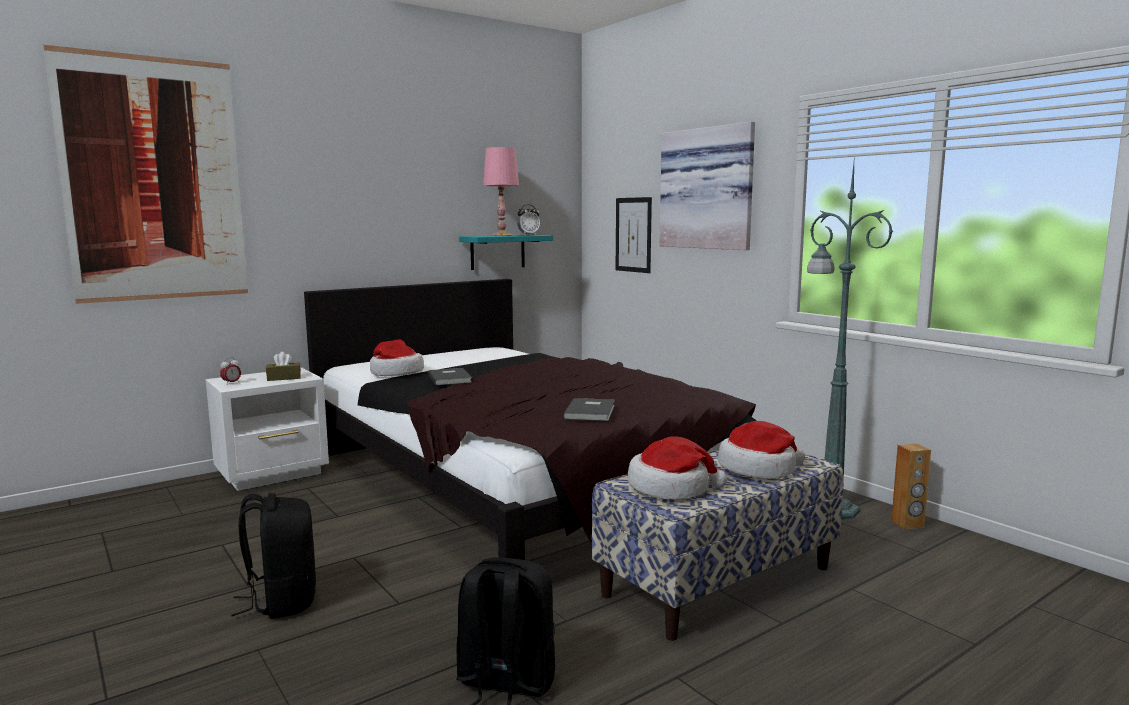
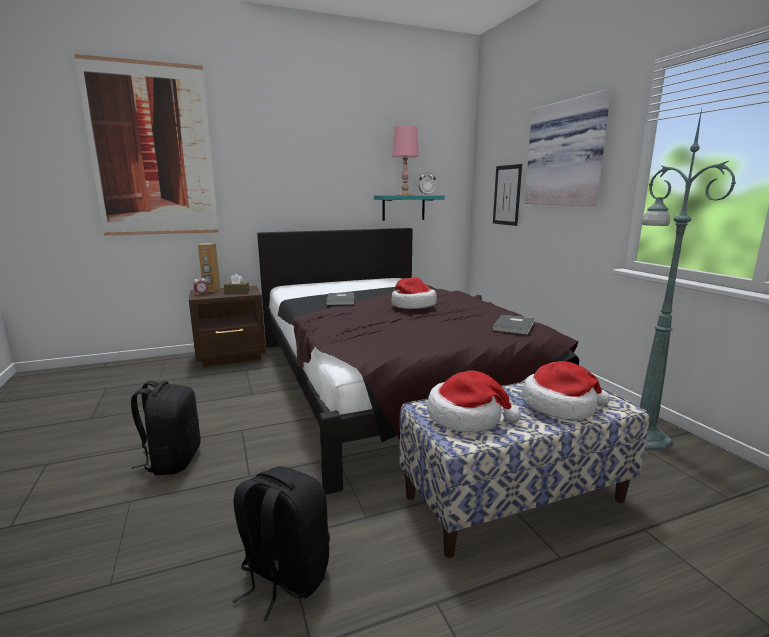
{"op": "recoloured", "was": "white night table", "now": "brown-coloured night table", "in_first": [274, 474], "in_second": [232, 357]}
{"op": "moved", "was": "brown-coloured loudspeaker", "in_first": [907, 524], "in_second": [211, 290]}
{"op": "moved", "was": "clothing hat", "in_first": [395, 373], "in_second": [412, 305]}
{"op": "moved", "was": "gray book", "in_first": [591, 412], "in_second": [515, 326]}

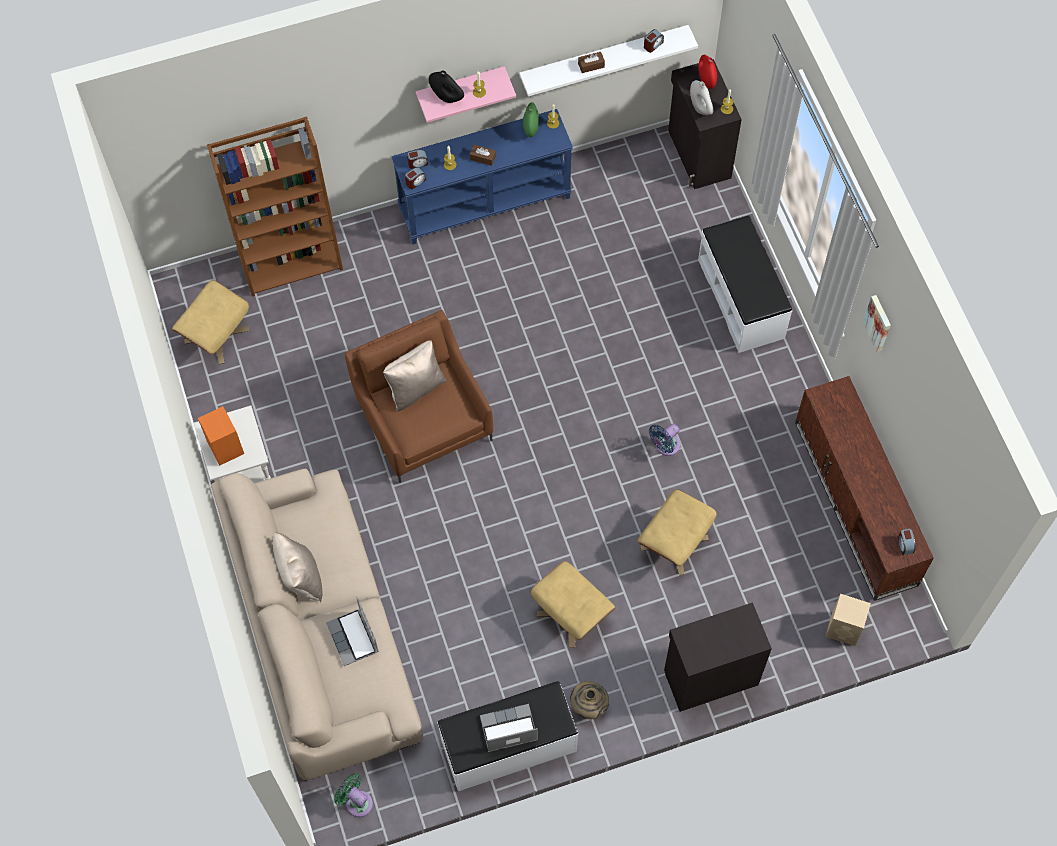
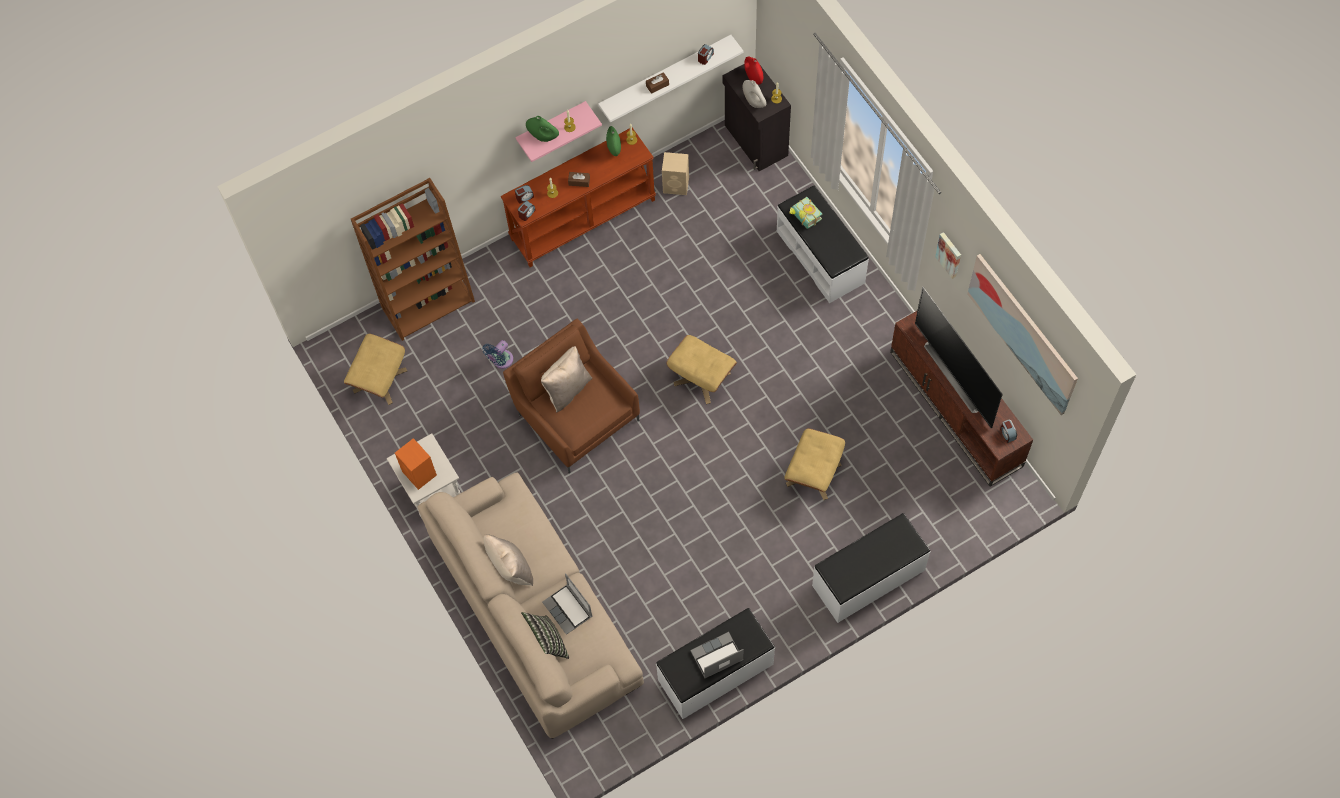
{"op": "moved", "was": "blue fan", "in_first": [665, 446], "in_second": [501, 361]}
{"op": "recoloured", "was": "blue console table", "now": "brown-coloured console table", "in_first": [485, 202], "in_second": [583, 218]}
{"op": "added", "now": "pillow", "in_second": [546, 642]}
{"op": "recoloured", "was": "blackish decorative vase", "now": "greenish decorative vase", "in_first": [447, 97], "in_second": [543, 137]}
{"op": "moved", "was": "beige-coloured loudspeaker", "in_first": [844, 629], "in_second": [676, 185]}
{"op": "moved", "was": "beige-coloured pouffe", "in_first": [571, 614], "in_second": [701, 378]}
{"op": "added", "now": "book", "in_second": [803, 218]}
{"op": "replaced", "was": "blackish storage cabinet", "now": "white indoor bench", "in_first": [709, 676], "in_second": [869, 578]}
{"op": "added", "now": "TV", "in_second": [957, 374]}
{"op": "added", "now": "picture", "in_second": [1022, 333]}
{"op": "removed", "was": "greenish fan", "in_first": [357, 802]}
{"op": "removed", "was": "beige-coloured decorative vase", "in_first": [588, 706]}

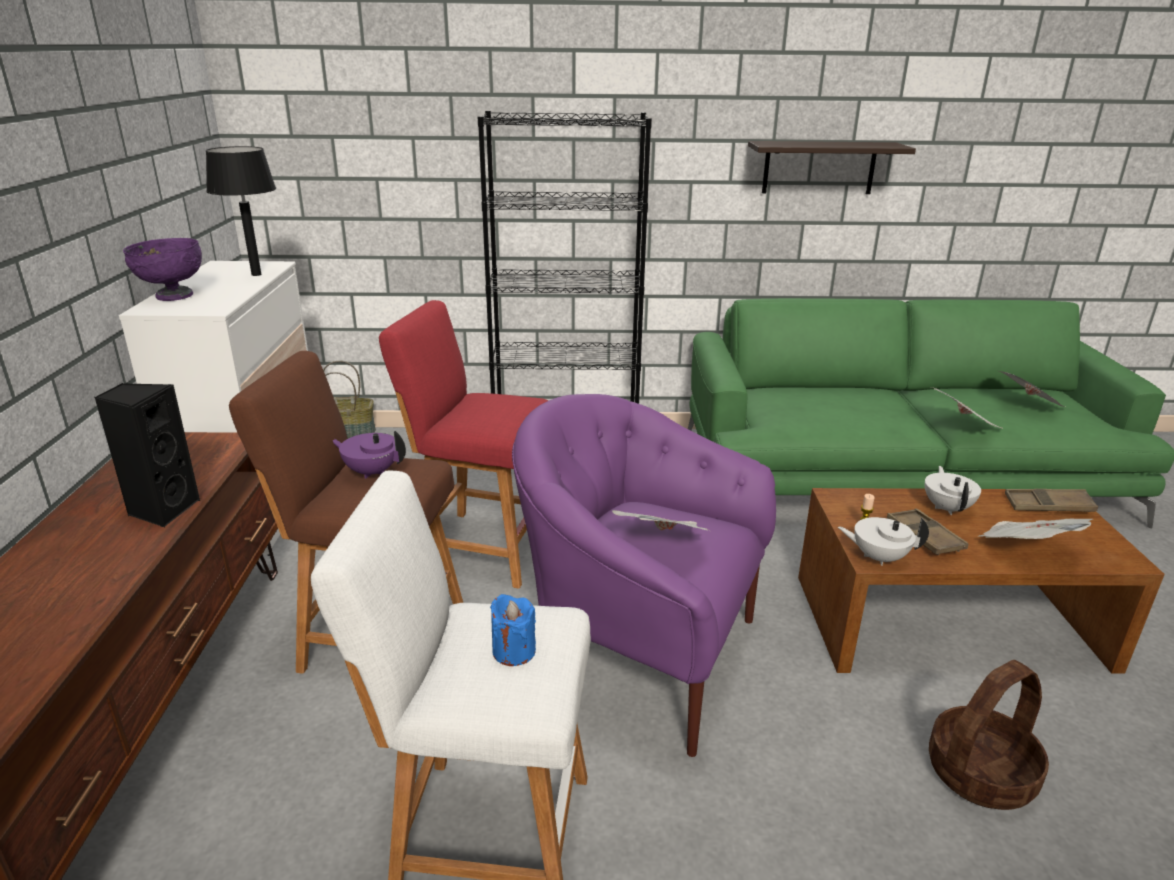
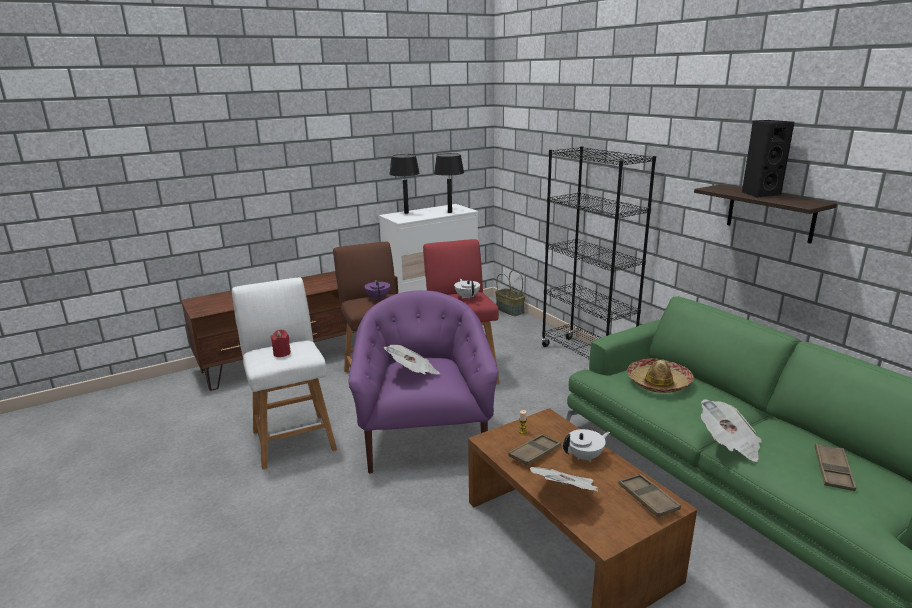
{"op": "recoloured", "was": "blue wax light", "now": "red wax light", "in_first": [514, 651], "in_second": [282, 353]}
{"op": "replaced", "was": "purplish serving bowl", "now": "blackish lamp for a table", "in_first": [173, 296], "in_second": [406, 213]}
{"op": "moved", "was": "white teapot", "in_first": [878, 557], "in_second": [467, 297]}
{"op": "added", "now": "clothing hat", "in_second": [658, 383]}
{"op": "moved", "was": "blackish loudspeaker", "in_first": [162, 510], "in_second": [759, 194]}
{"op": "replaced", "was": "newspaper", "now": "brown-coloured serving tray", "in_first": [1029, 406], "in_second": [833, 471]}
{"op": "removed", "was": "basket", "in_first": [980, 774]}

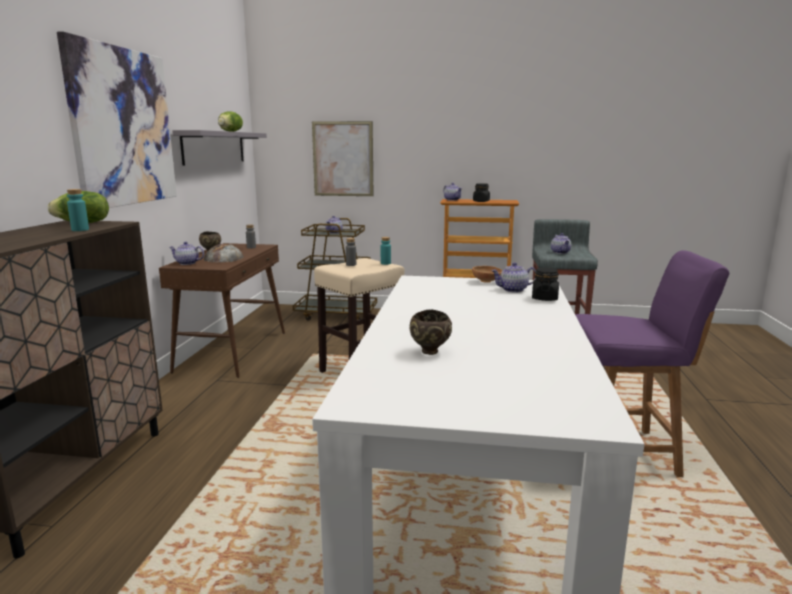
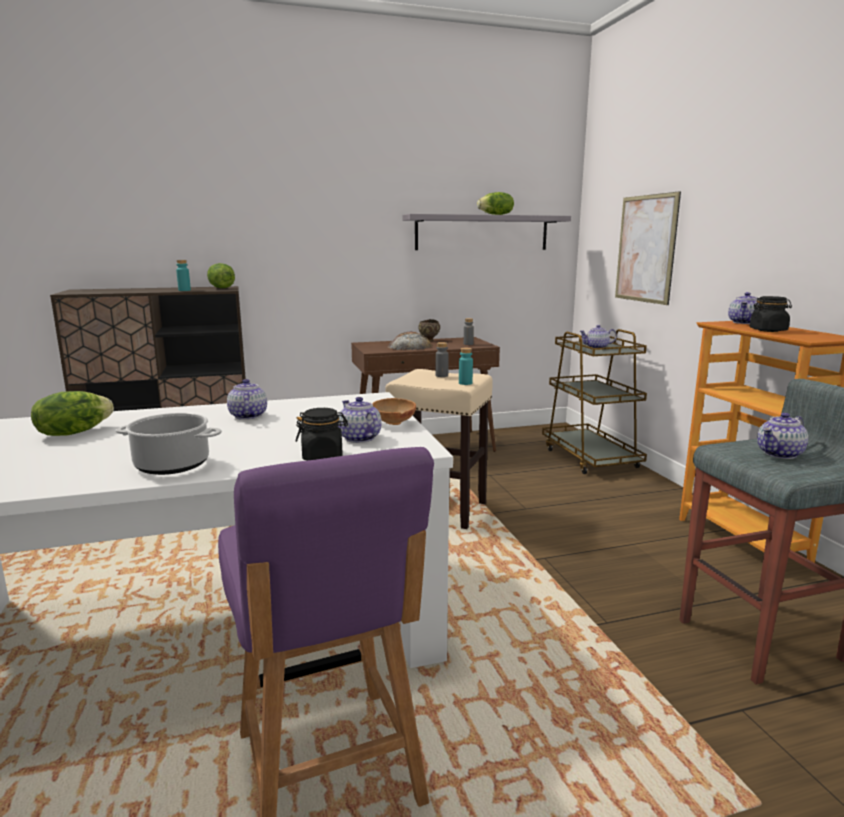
{"op": "replaced", "was": "brown-coloured serving bowl", "now": "head of lettuce", "in_first": [430, 352], "in_second": [74, 432]}
{"op": "added", "now": "cooking pot", "in_second": [173, 465]}
{"op": "moved", "was": "teapot", "in_first": [187, 263], "in_second": [247, 416]}
{"op": "removed", "was": "picture", "in_first": [123, 127]}

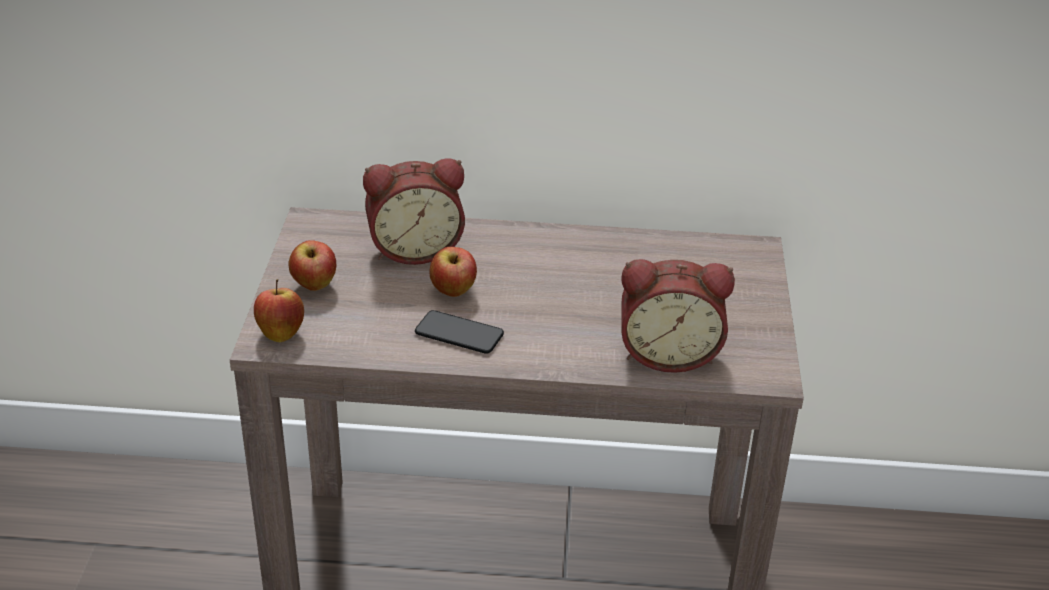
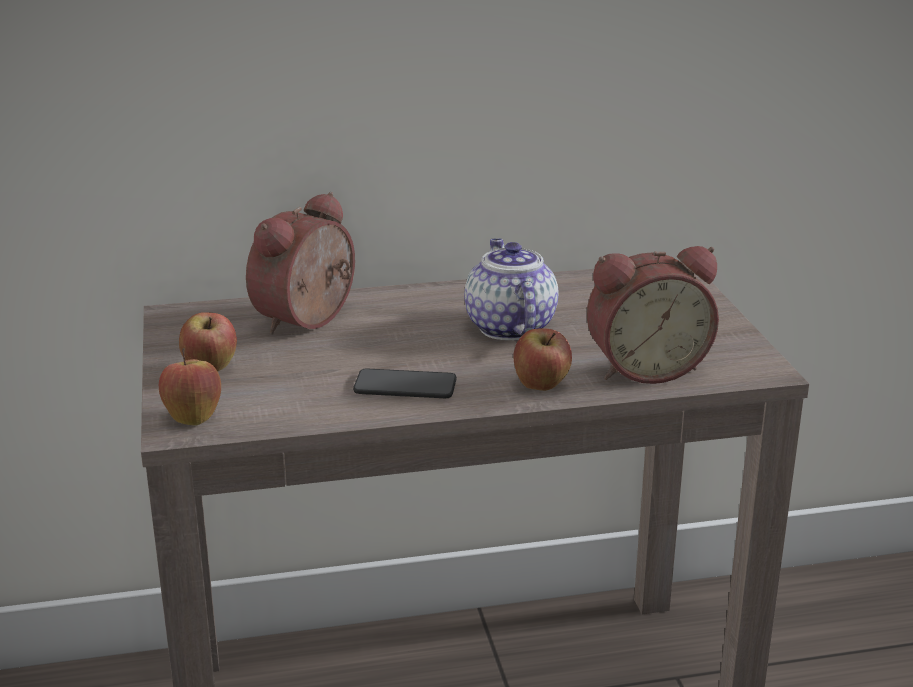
{"op": "turned", "was": "bedside clock", "in_first": [415, 249], "in_second": [310, 321], "clockwise": 150}
{"op": "added", "now": "teapot", "in_second": [508, 327]}
{"op": "moved", "was": "apple fruit", "in_first": [453, 292], "in_second": [541, 386]}

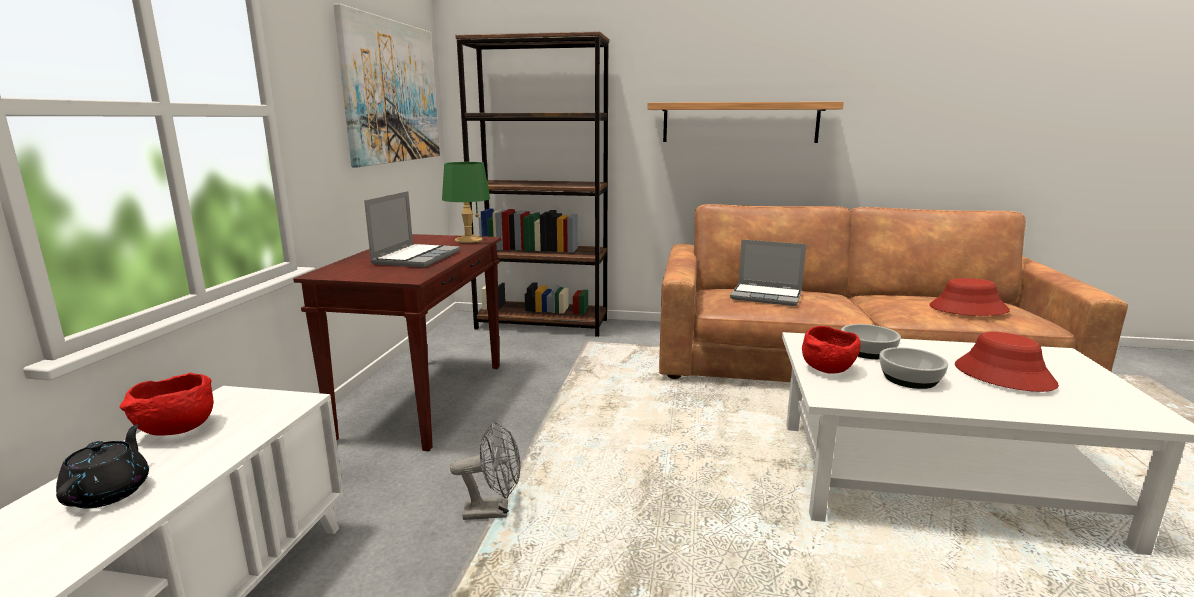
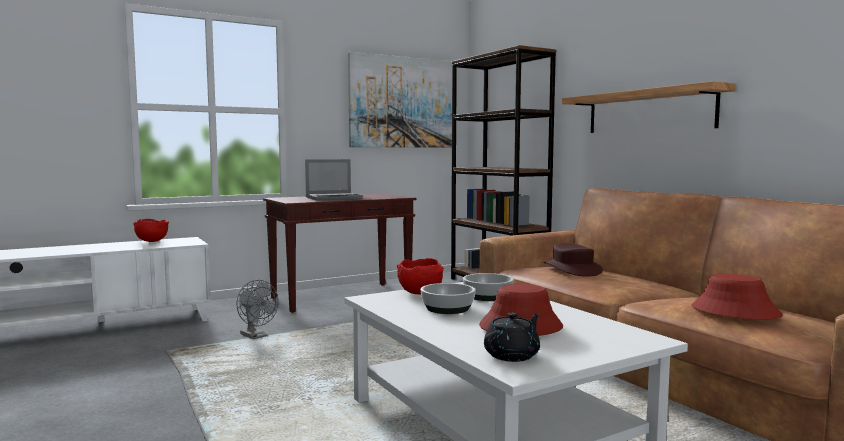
{"op": "moved", "was": "blackish teapot", "in_first": [110, 492], "in_second": [512, 355]}
{"op": "replaced", "was": "notebook computer", "now": "brown-coloured clothing hat", "in_first": [767, 296], "in_second": [572, 269]}
{"op": "removed", "was": "greenish lamp for a table", "in_first": [468, 240]}

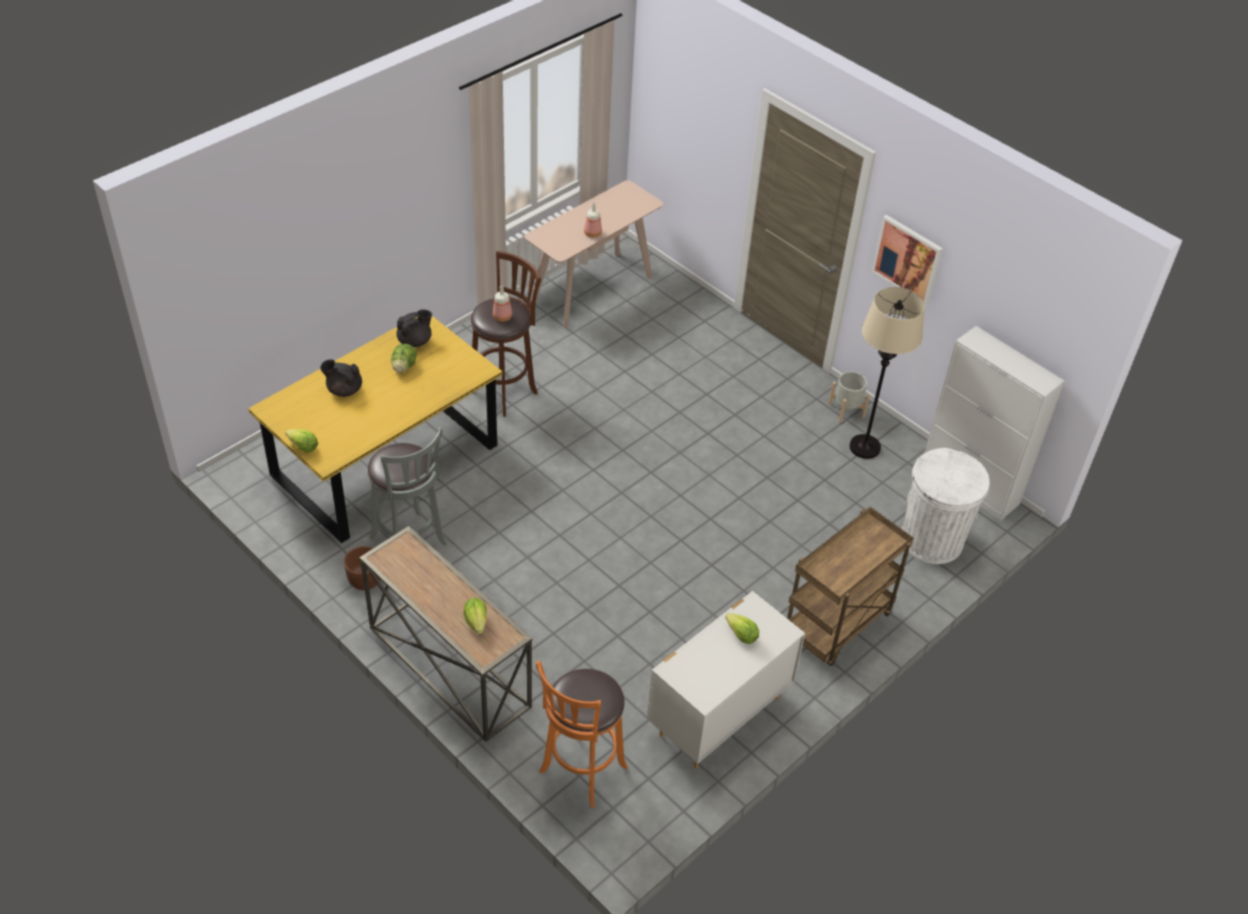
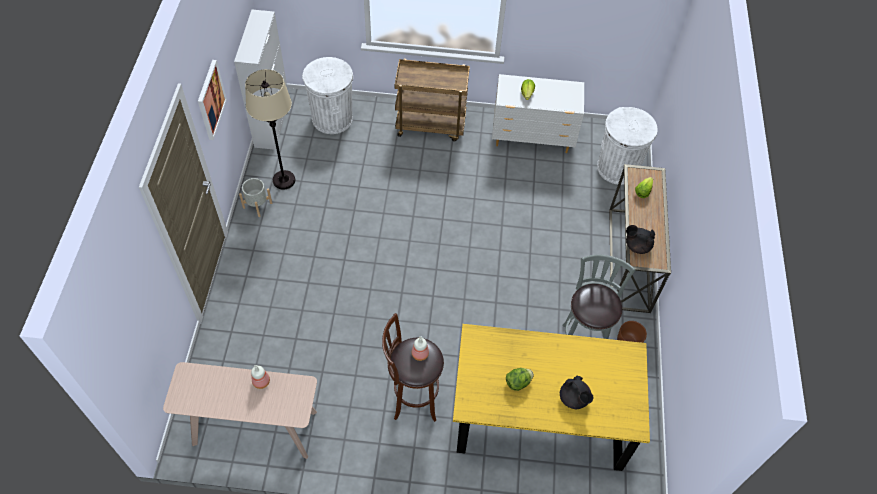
{"op": "replaced", "was": "orange-coloured stool seat", "now": "white waste bin", "in_first": [580, 772], "in_second": [617, 168]}
{"op": "moved", "was": "blackish teapot", "in_first": [415, 341], "in_second": [637, 246]}
{"op": "removed", "was": "head of lettuce", "in_first": [303, 447]}

